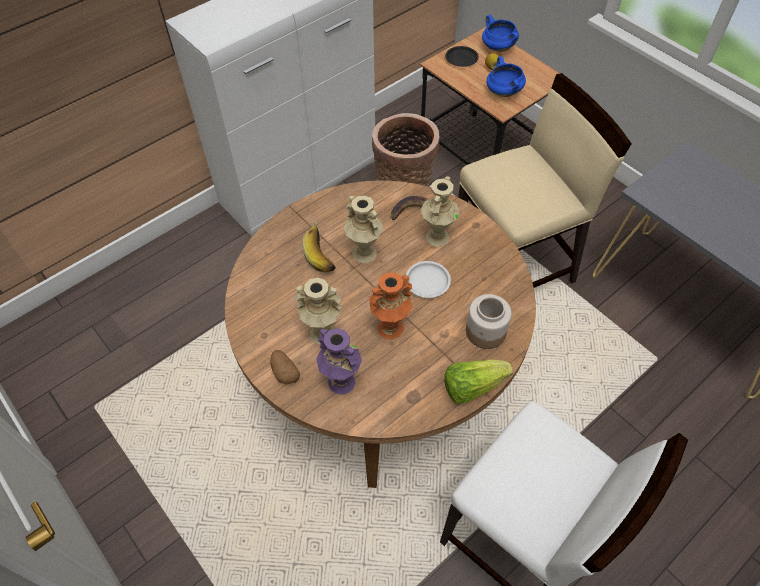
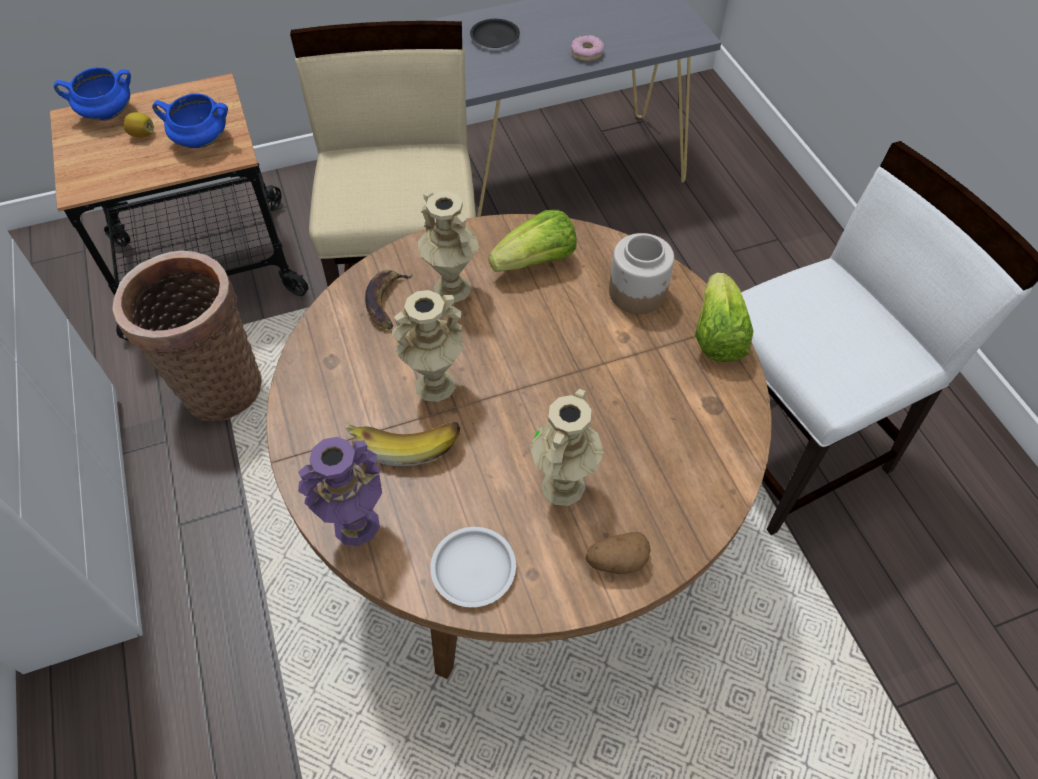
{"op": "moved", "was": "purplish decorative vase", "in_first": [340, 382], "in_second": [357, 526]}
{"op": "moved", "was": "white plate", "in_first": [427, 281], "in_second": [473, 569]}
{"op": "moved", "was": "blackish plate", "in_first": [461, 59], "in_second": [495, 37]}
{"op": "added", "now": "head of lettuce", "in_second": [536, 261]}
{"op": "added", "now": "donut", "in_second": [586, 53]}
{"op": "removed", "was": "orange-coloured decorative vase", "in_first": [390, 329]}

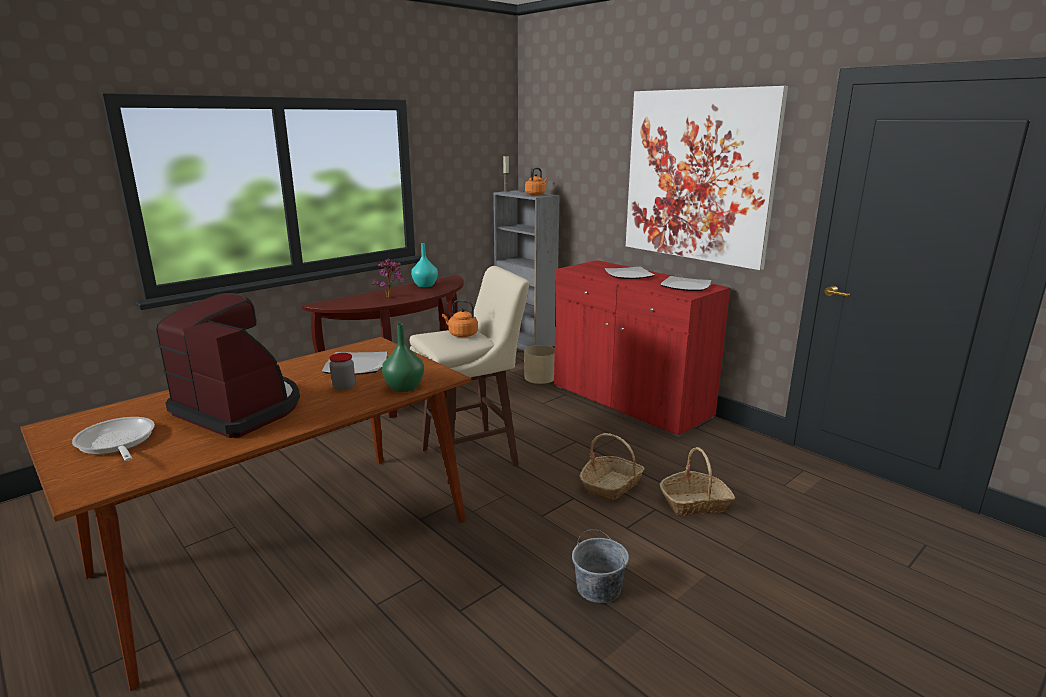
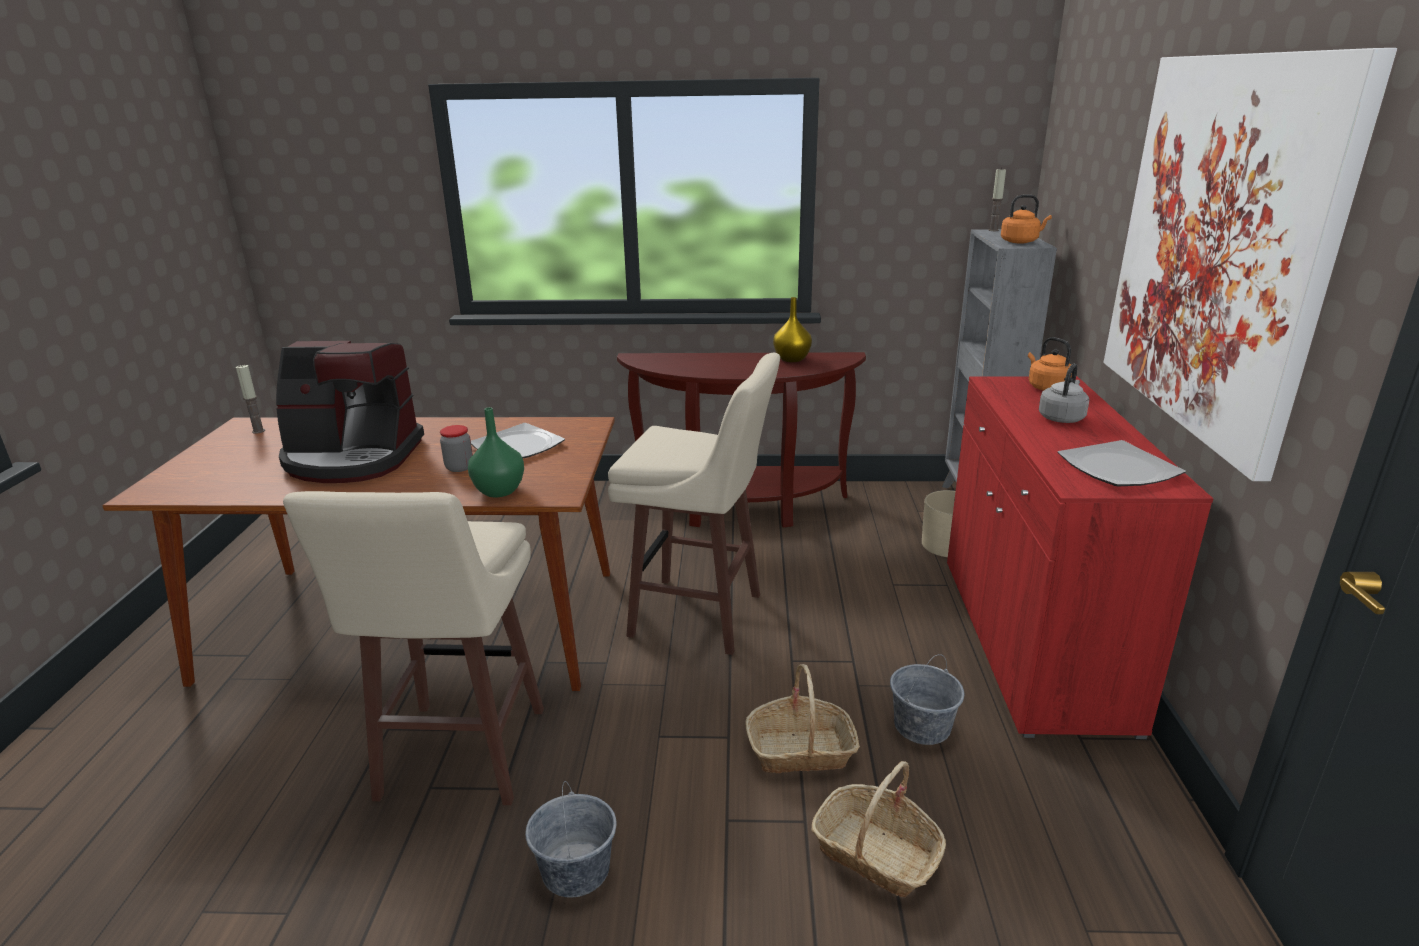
{"op": "added", "now": "wax light", "in_second": [258, 431]}
{"op": "turned", "was": "coffee maker", "in_first": [240, 409], "in_second": [352, 458], "clockwise": 105}
{"op": "added", "now": "beige-coloured stool seat", "in_second": [459, 757]}
{"op": "recoloured", "was": "blue-green decorative vase", "now": "yellow decorative vase", "in_first": [424, 285], "in_second": [791, 359]}
{"op": "added", "now": "gray bucket", "in_second": [922, 726]}
{"op": "moved", "was": "orange-coloured water kettle", "in_first": [461, 334], "in_second": [1046, 387]}
{"op": "replaced", "was": "plate", "now": "gray water kettle", "in_first": [628, 275], "in_second": [1062, 418]}
{"op": "removed", "was": "skillet", "in_first": [116, 443]}
{"op": "removed", "was": "plant in a pot", "in_first": [390, 297]}

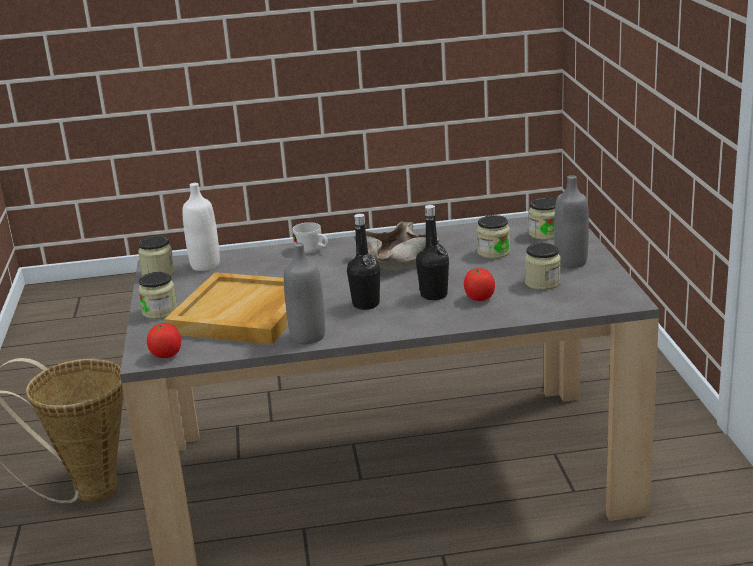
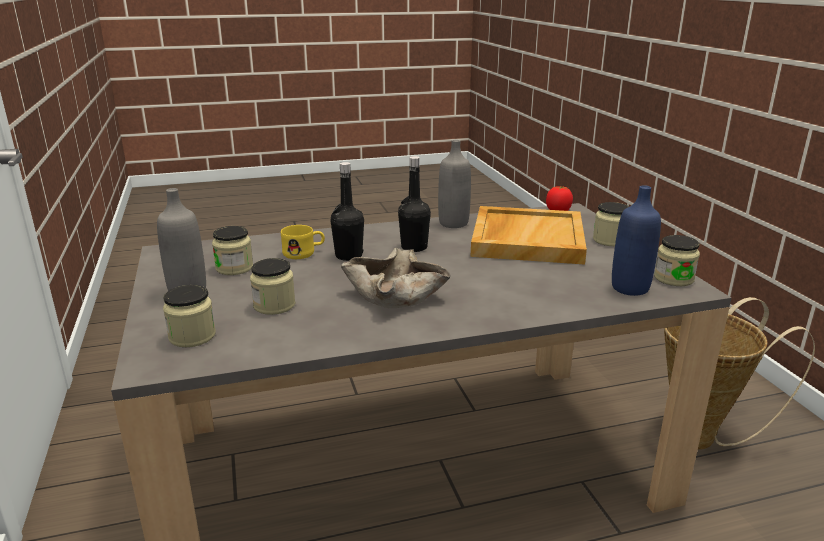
{"op": "replaced", "was": "fresh tomato", "now": "yellow tea mug", "in_first": [479, 298], "in_second": [304, 253]}
{"op": "recoloured", "was": "white drink bottle", "now": "blue drink bottle", "in_first": [205, 265], "in_second": [630, 288]}
{"op": "removed", "was": "white tea mug", "in_first": [312, 249]}

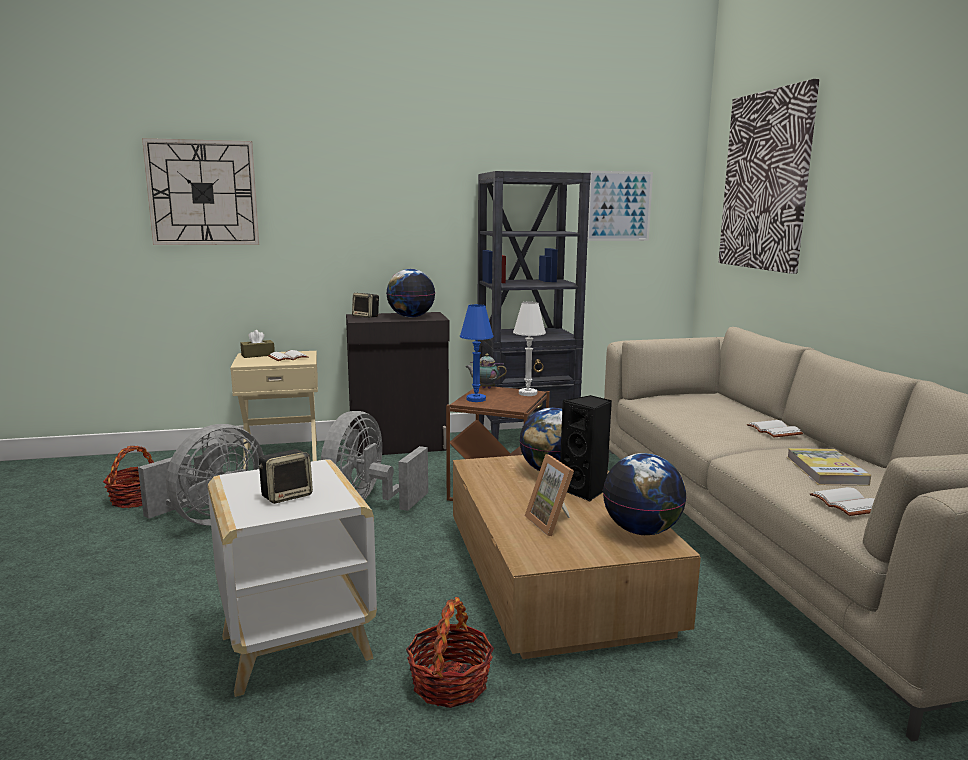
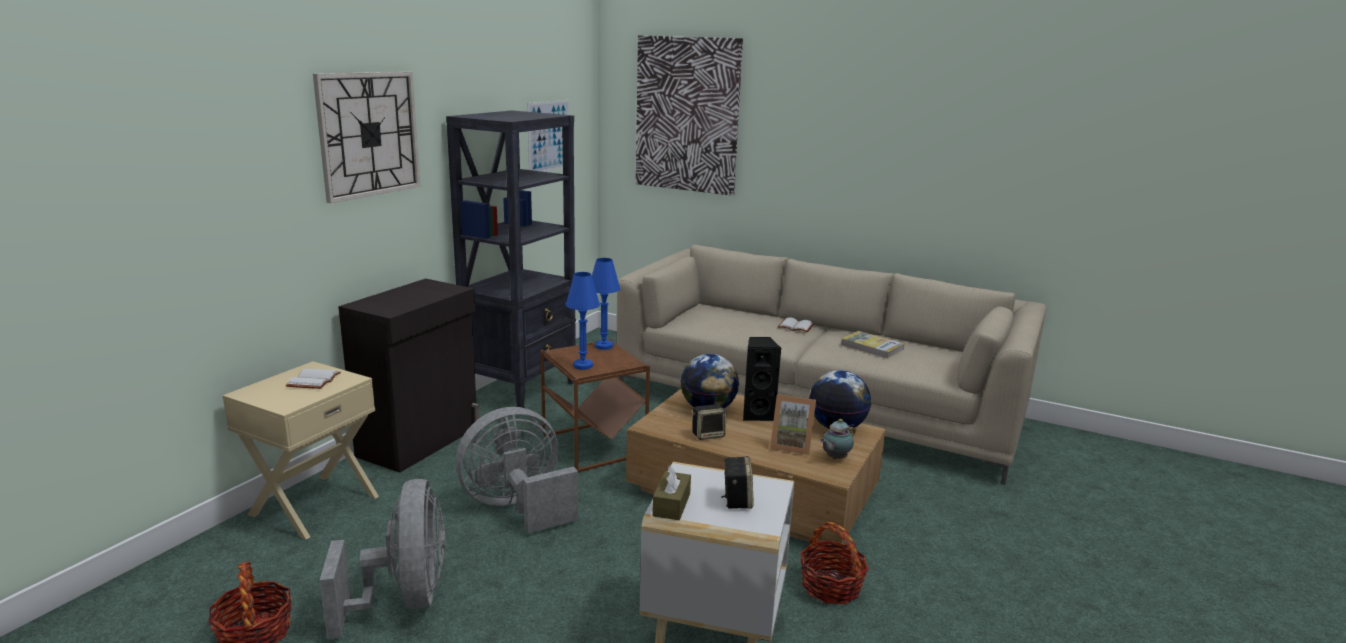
{"op": "moved", "was": "clock on the wall", "in_first": [203, 193], "in_second": [369, 134]}
{"op": "turned", "was": "gray fan", "in_first": [367, 503], "in_second": [518, 507], "clockwise": 90}
{"op": "recoloured", "was": "white lamp for a table", "now": "blue lamp for a table", "in_first": [527, 393], "in_second": [604, 346]}
{"op": "moved", "was": "brown-coloured box of tissues", "in_first": [258, 355], "in_second": [671, 505]}
{"op": "moved", "was": "loudspeaker", "in_first": [366, 316], "in_second": [708, 435]}
{"op": "moved", "was": "teapot", "in_first": [485, 388], "in_second": [835, 458]}
{"op": "removed", "was": "world globe", "in_first": [411, 317]}
{"op": "removed", "was": "white book", "in_first": [849, 504]}

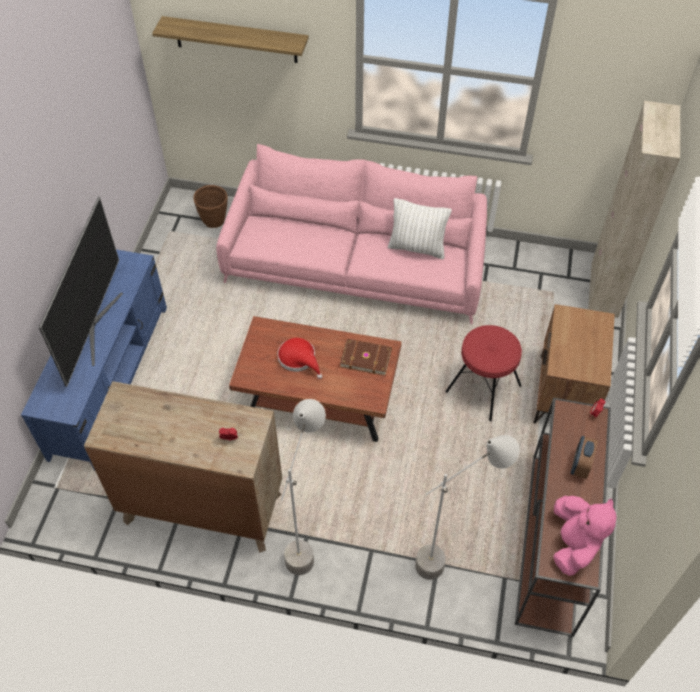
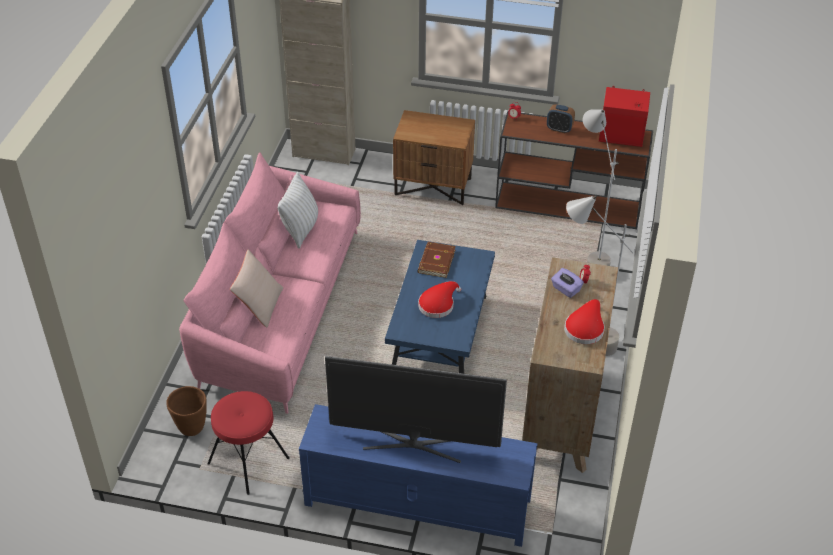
{"op": "moved", "was": "red stool seat", "in_first": [483, 388], "in_second": [248, 461]}
{"op": "added", "now": "beige-coloured pillow", "in_second": [259, 305]}
{"op": "recoloured", "was": "brown-coloured low table", "now": "blue low table", "in_first": [319, 399], "in_second": [440, 335]}
{"op": "added", "now": "purplish box of tissues", "in_second": [566, 289]}
{"op": "added", "now": "red clothing hat", "in_second": [585, 328]}
{"op": "replaced", "was": "pinkish soft toy", "now": "red loudspeaker", "in_first": [573, 544], "in_second": [622, 138]}
{"op": "removed", "was": "wall shelf", "in_first": [236, 40]}

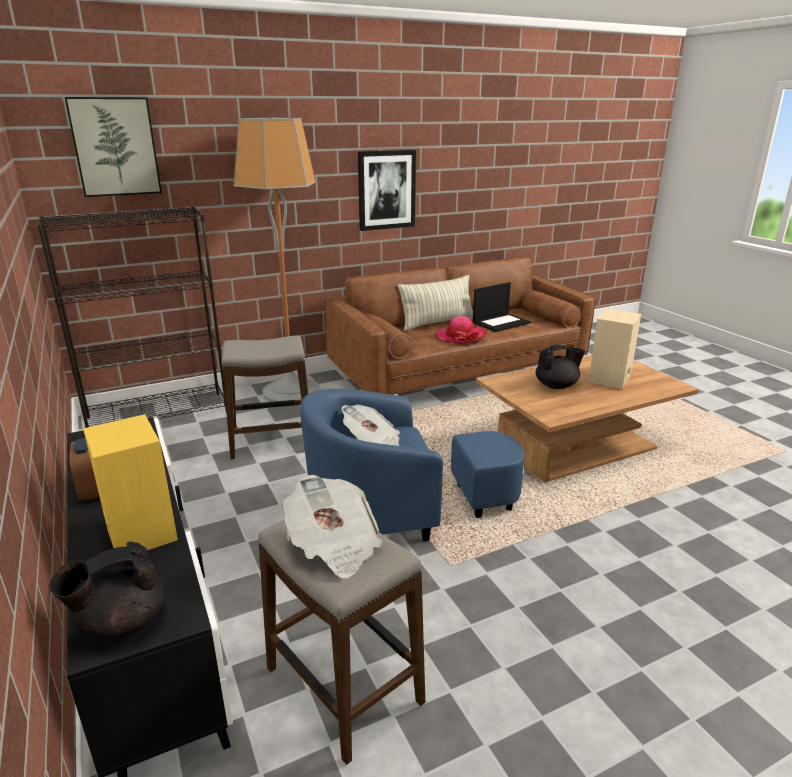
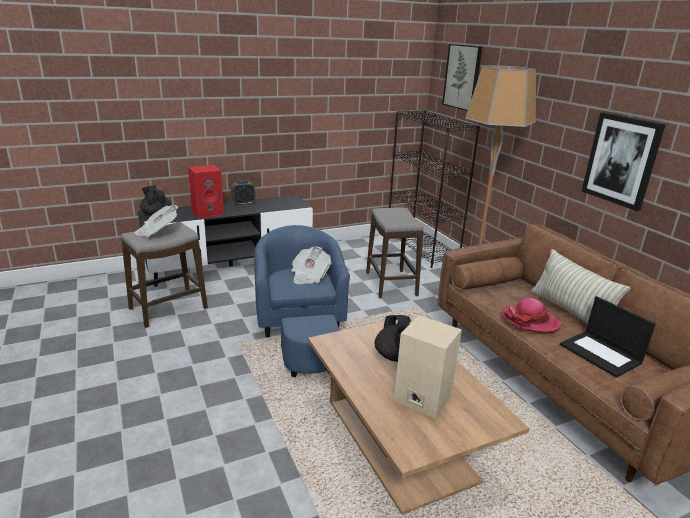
{"op": "recoloured", "was": "yellow loudspeaker", "now": "red loudspeaker", "in_first": [139, 532], "in_second": [208, 212]}

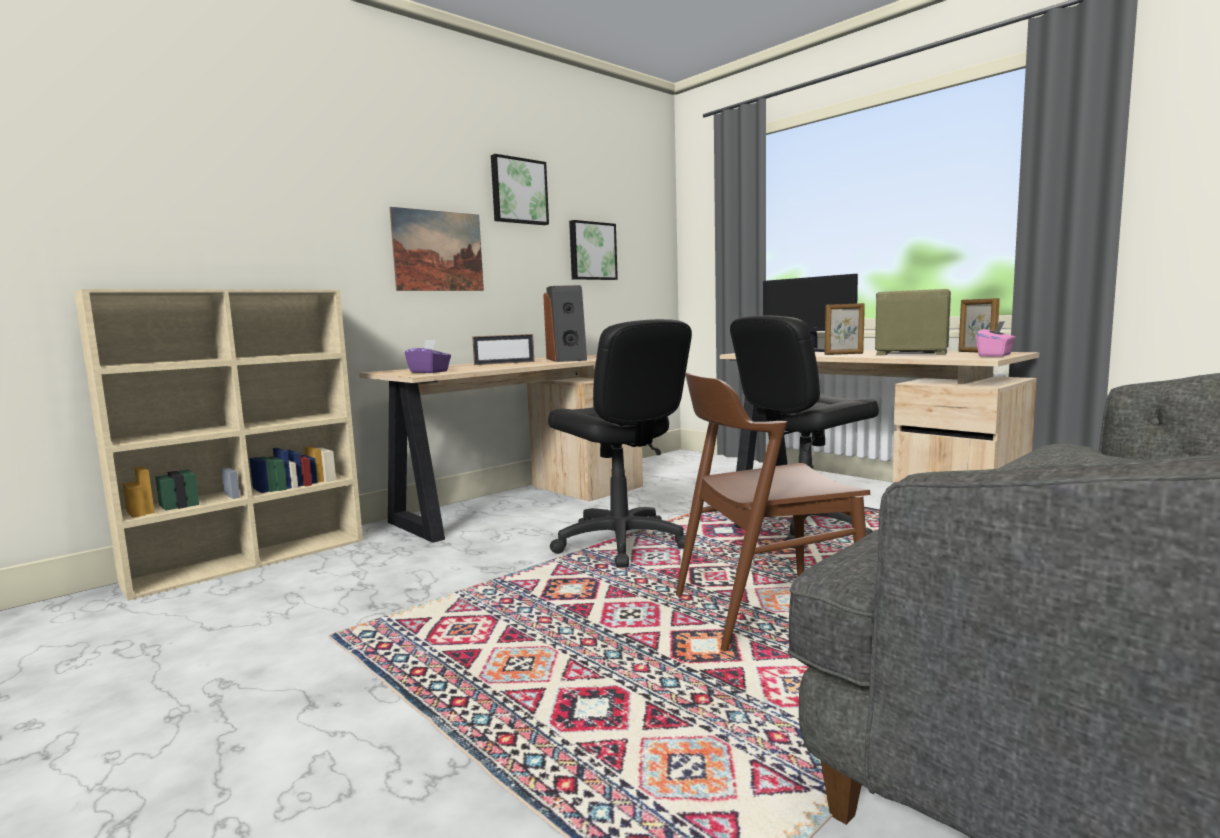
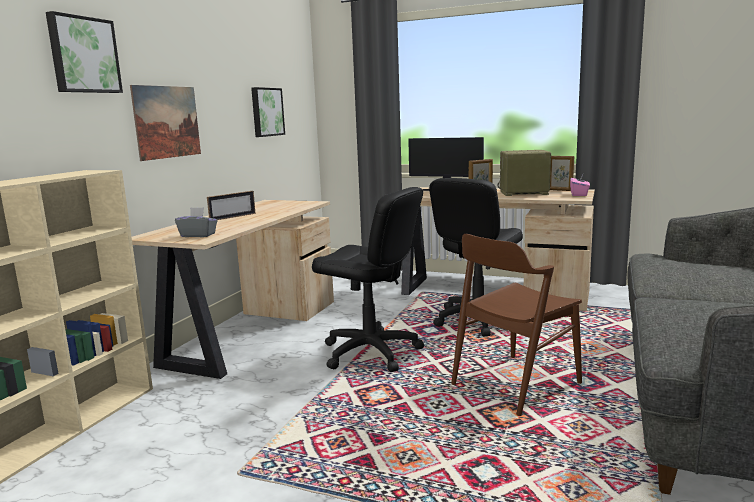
{"op": "moved", "was": "picture", "in_first": [518, 191], "in_second": [83, 55]}
{"op": "recoloured", "was": "purplish box of tissues", "now": "gray box of tissues", "in_first": [429, 372], "in_second": [198, 235]}
{"op": "removed", "was": "loudspeaker", "in_first": [567, 359]}

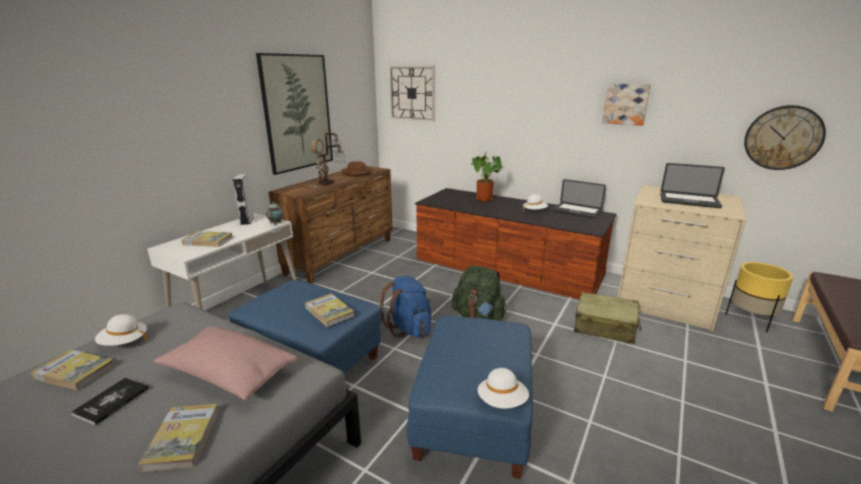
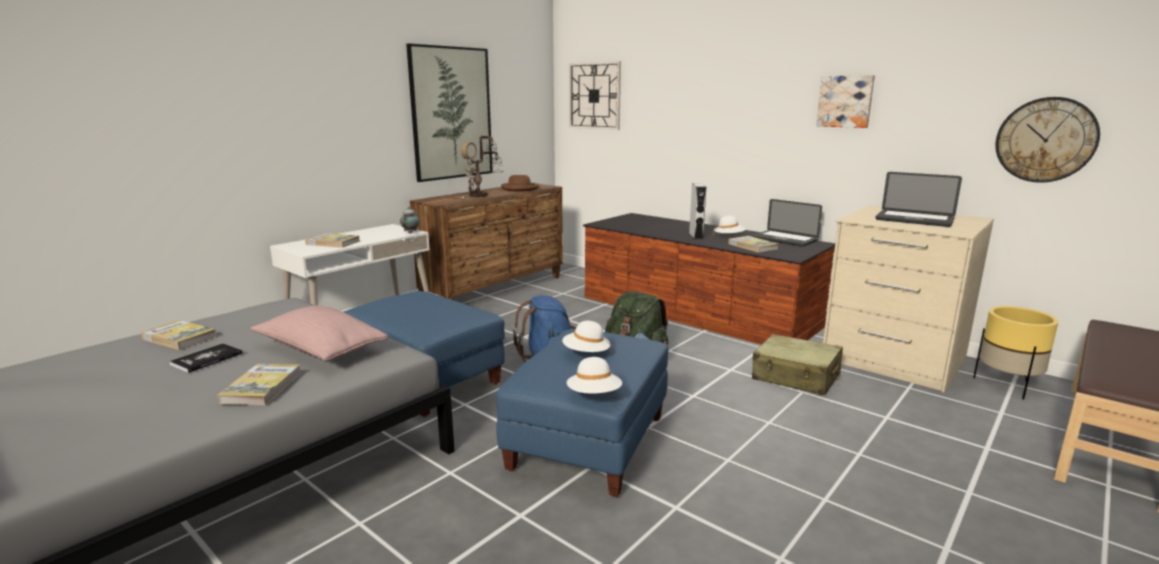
{"op": "moved", "was": "white clothing hat", "in_first": [124, 342], "in_second": [586, 353]}
{"op": "moved", "was": "gray loudspeaker", "in_first": [247, 221], "in_second": [696, 236]}
{"op": "moved", "was": "book", "in_first": [329, 312], "in_second": [752, 246]}
{"op": "removed", "was": "plant in a pot", "in_first": [485, 200]}

